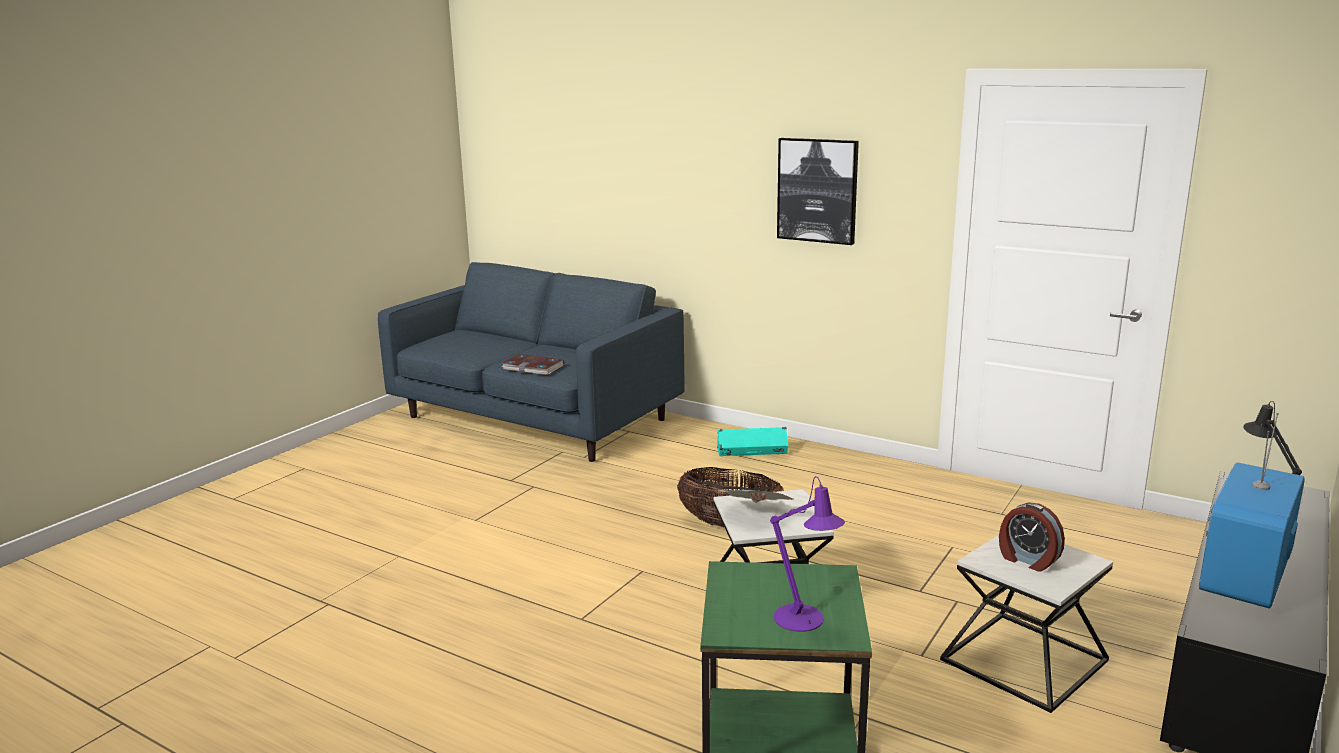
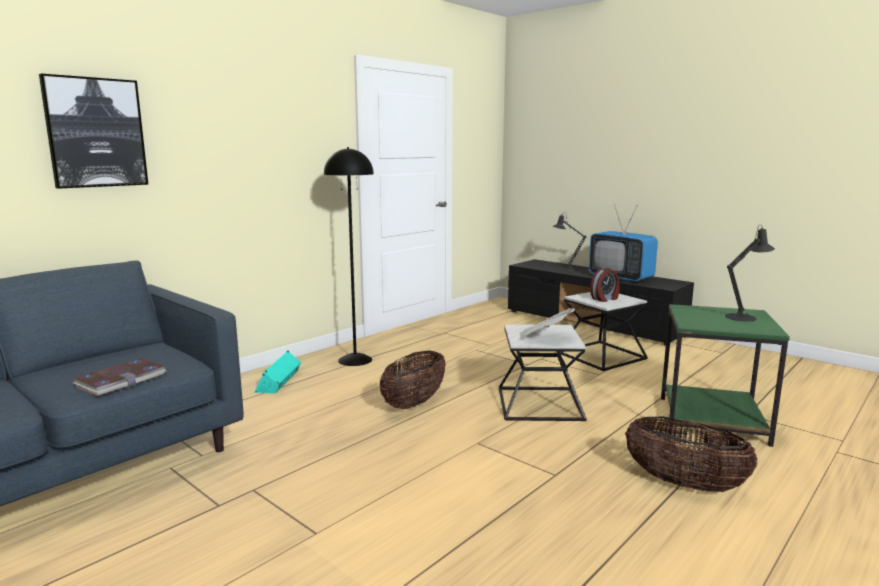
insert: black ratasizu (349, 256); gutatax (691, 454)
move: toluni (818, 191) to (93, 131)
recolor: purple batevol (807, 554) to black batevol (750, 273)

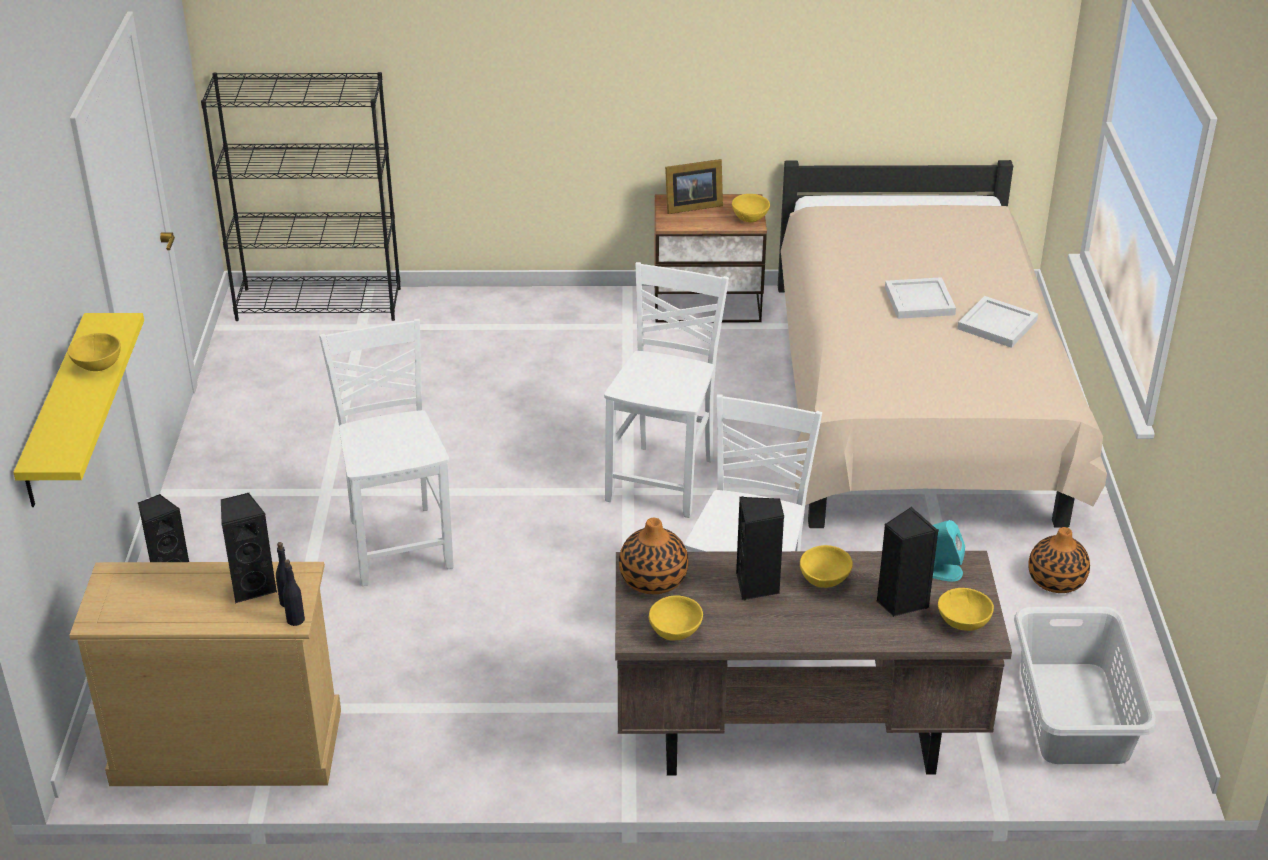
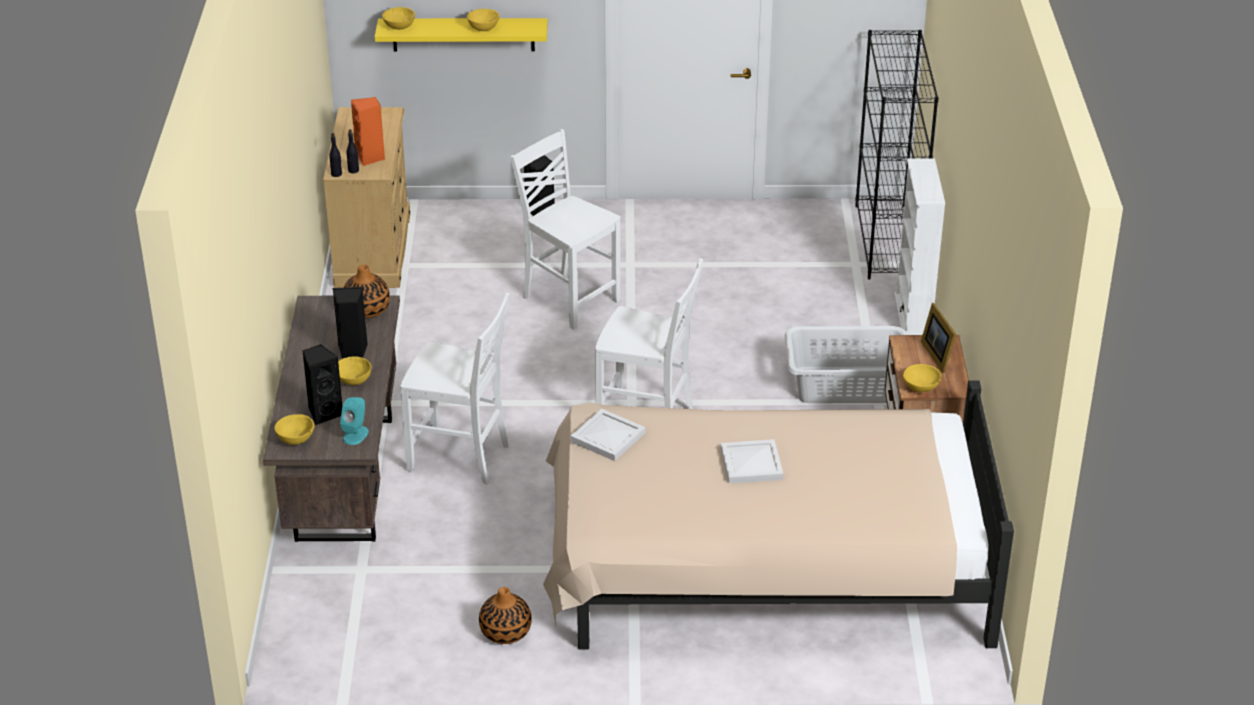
insert: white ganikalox (920, 247)
move: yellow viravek (676, 618) to (398, 18); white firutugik (997, 322) to (607, 435); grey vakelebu (1085, 685) to (846, 364)
recolor: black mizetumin (249, 548) to orange mizetumin (368, 131)
rotate: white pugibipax (386, 452) = (565, 229) 120 degrees counterclockwise

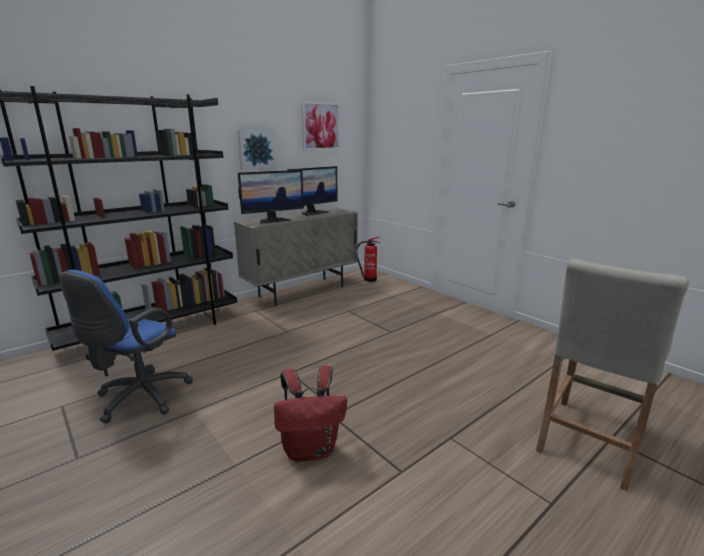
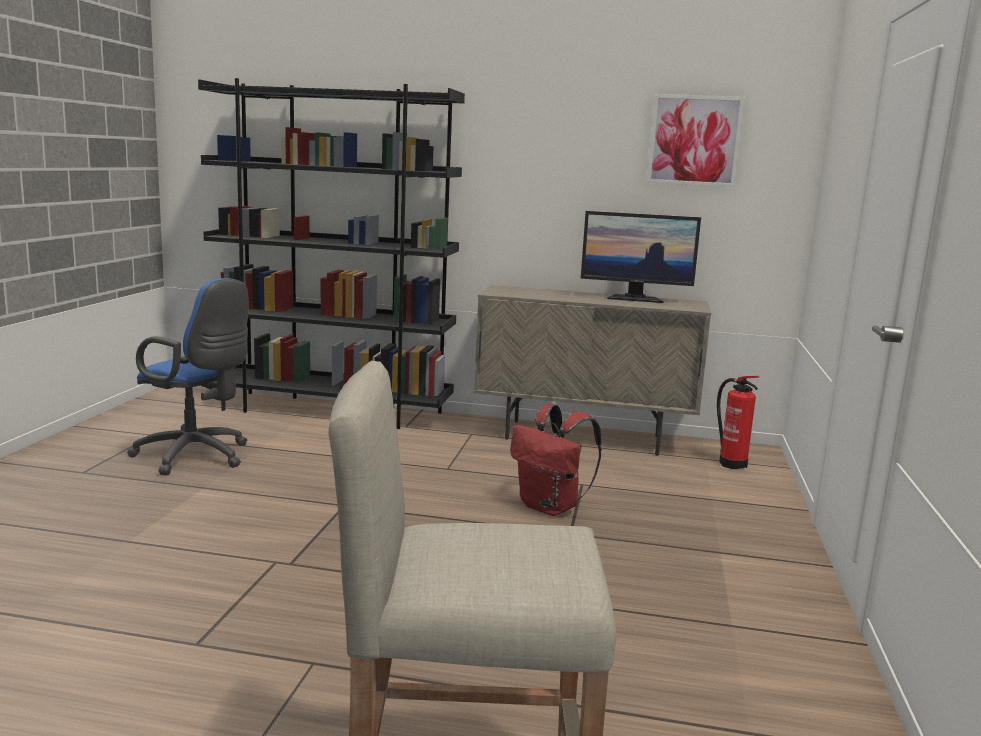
delete: toluni (256, 149); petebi (271, 197)
move: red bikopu (310, 414) to (556, 460)
rotate: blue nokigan (126, 346) = (188, 376) 135 degrees counterclockwise

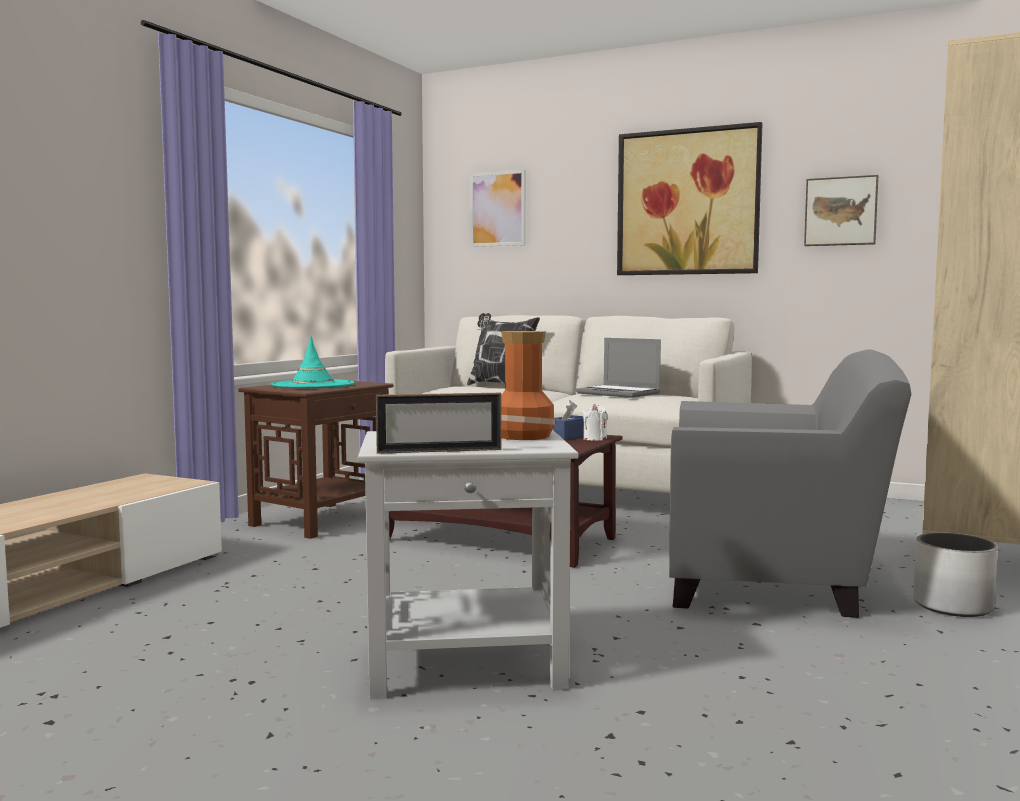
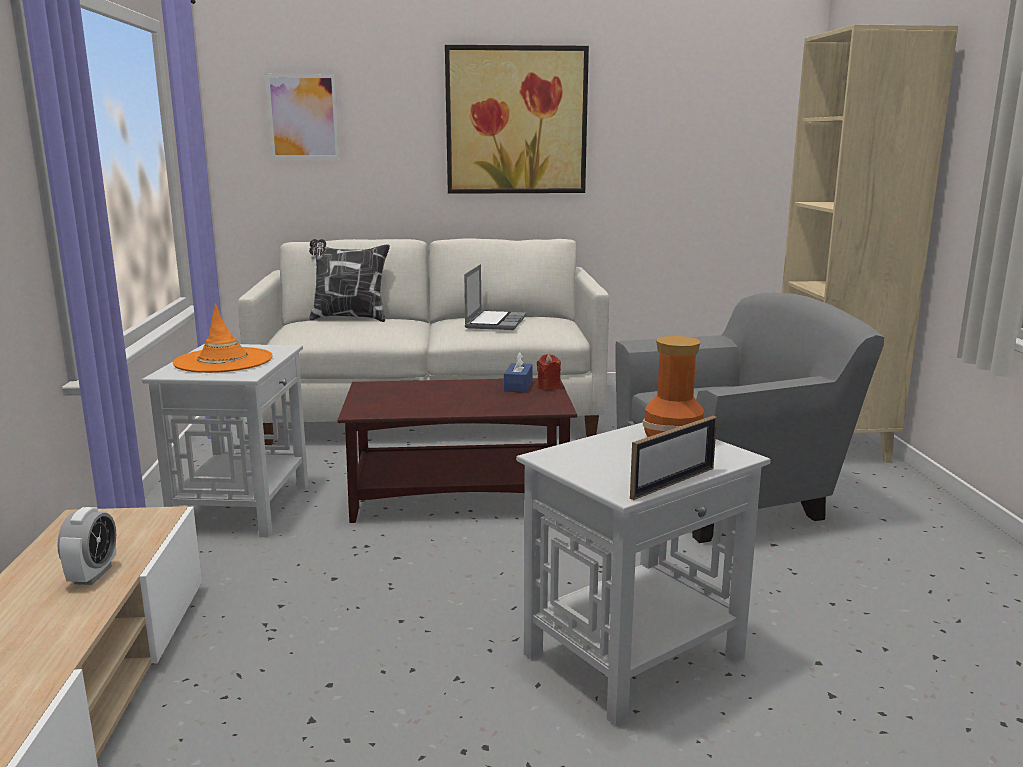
delete: toluni (841, 210); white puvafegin (955, 575)
insert: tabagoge (86, 546)
recolor: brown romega (315, 460) to white romega (225, 440); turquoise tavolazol (312, 362) to orange tavolazol (223, 338); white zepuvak (595, 422) to red zepuvak (549, 372)
rotate: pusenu (618, 368) = (495, 297) 90 degrees counterclockwise

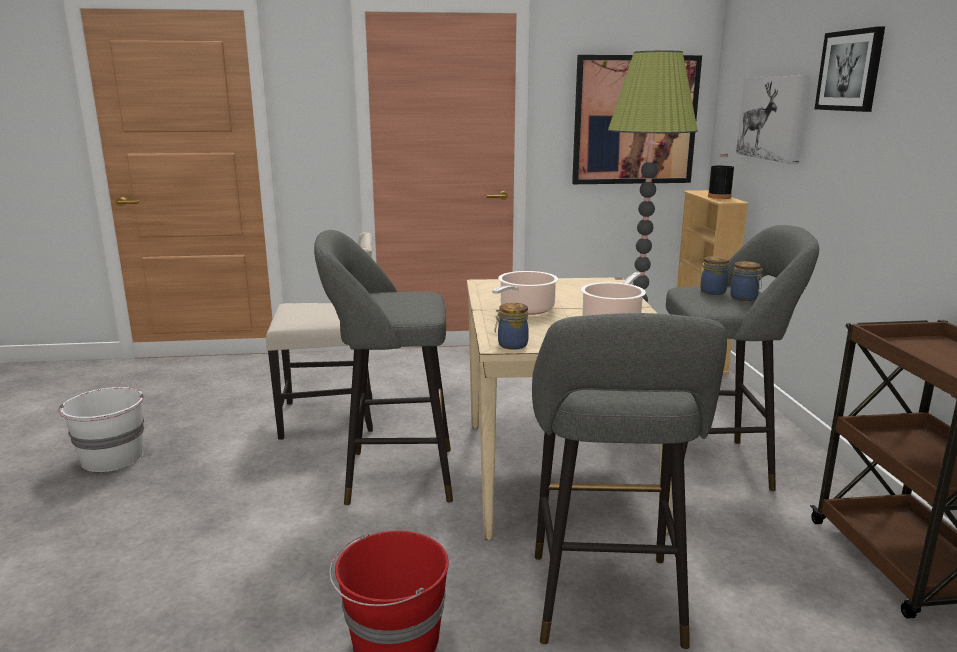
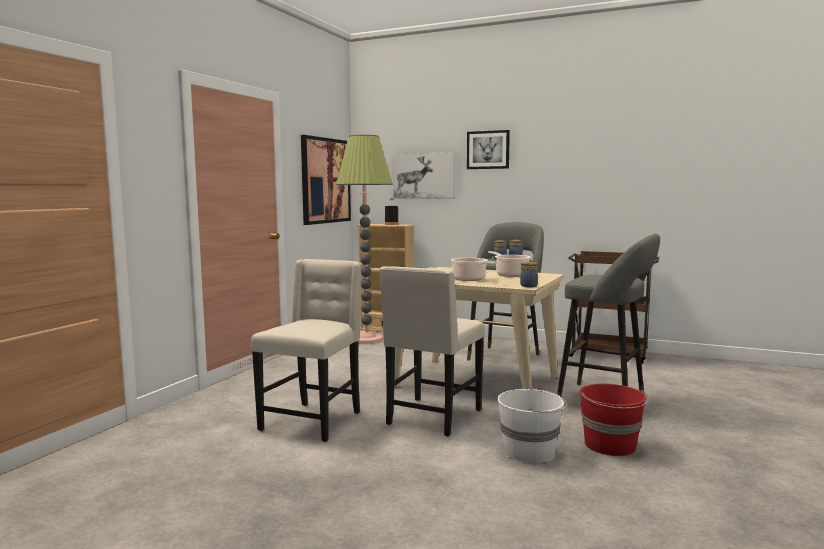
move: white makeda (101, 429) to (532, 425)
replace: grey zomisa (383, 367) to beige pugibipax (432, 351)

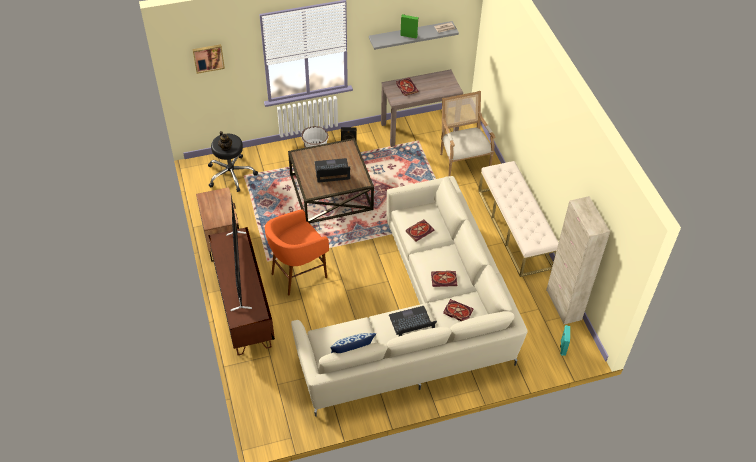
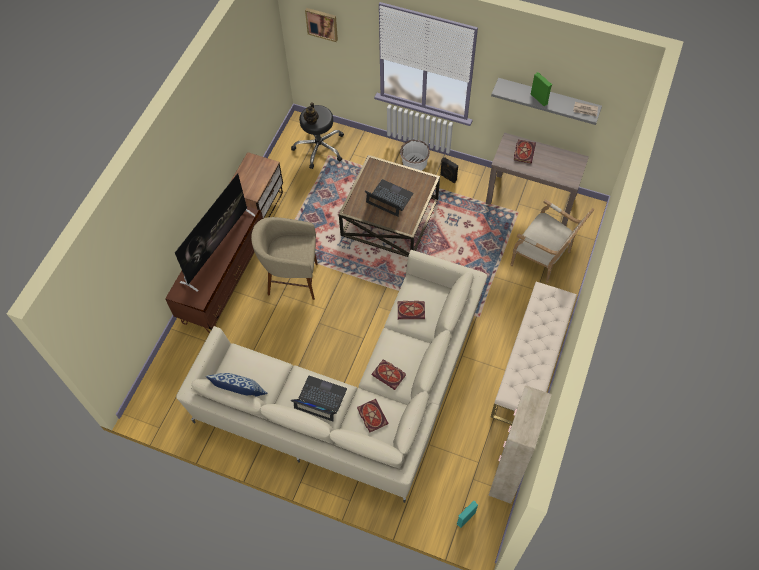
recolor: orange zomisa (297, 252) to beige zomisa (284, 258)
rotate: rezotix (468, 134) = (553, 241) 105 degrees clockwise

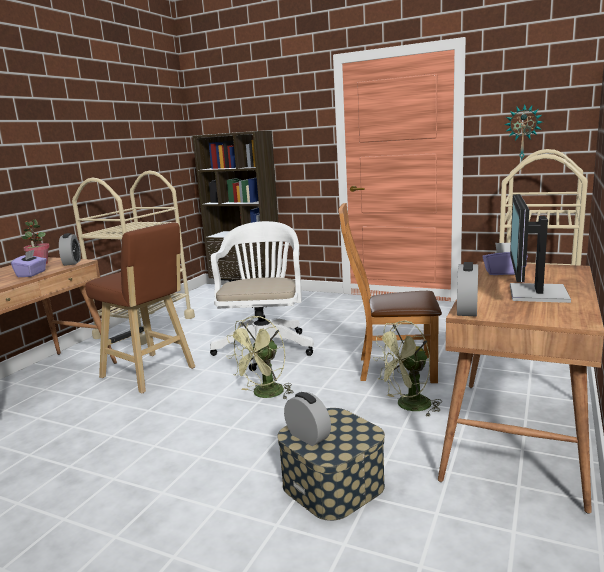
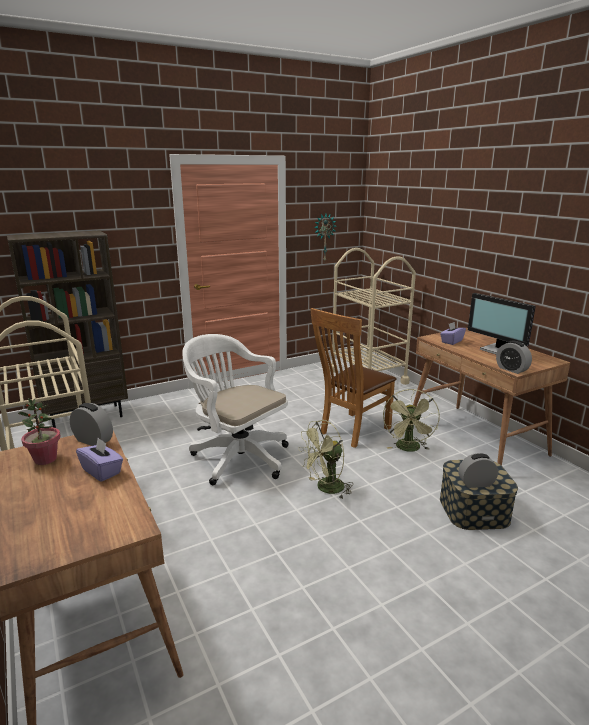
delete: brown zomisa (140, 308)
rotate: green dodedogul (260, 358) = (326, 459) 75 degrees clockwise

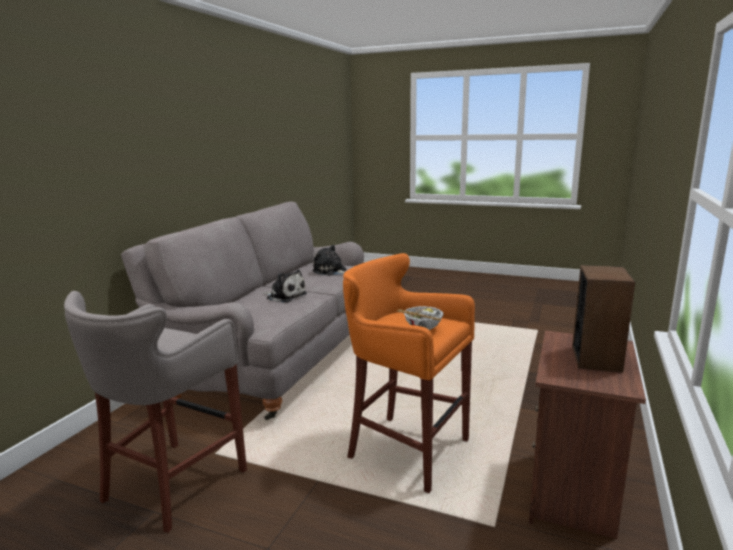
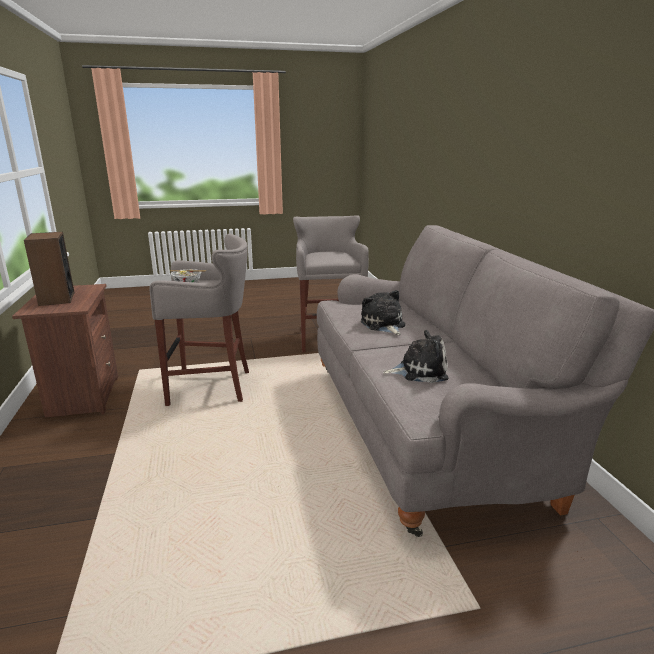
recolor: orange zomisa (409, 373) to grey zomisa (199, 320)
rotate: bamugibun (285, 286) = (383, 312) 75 degrees clockwise

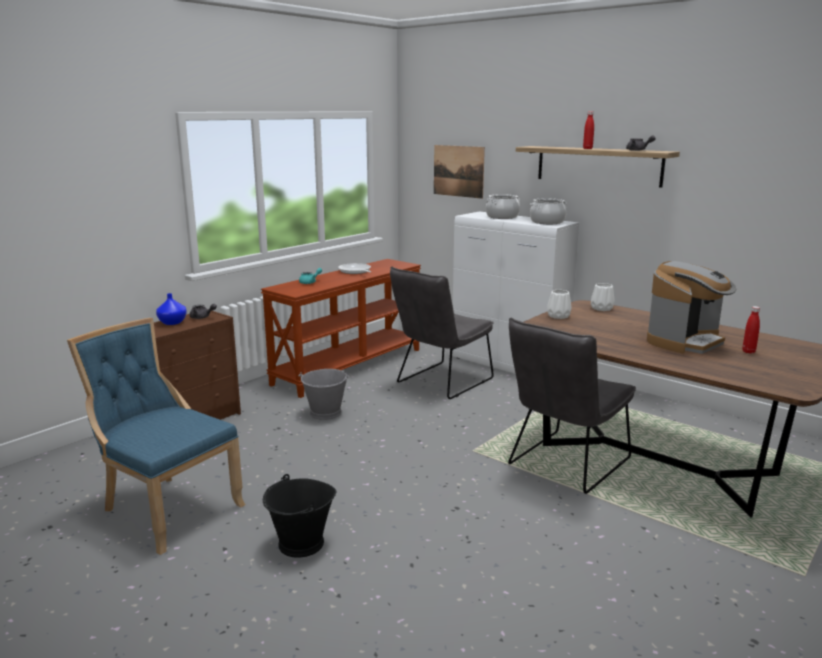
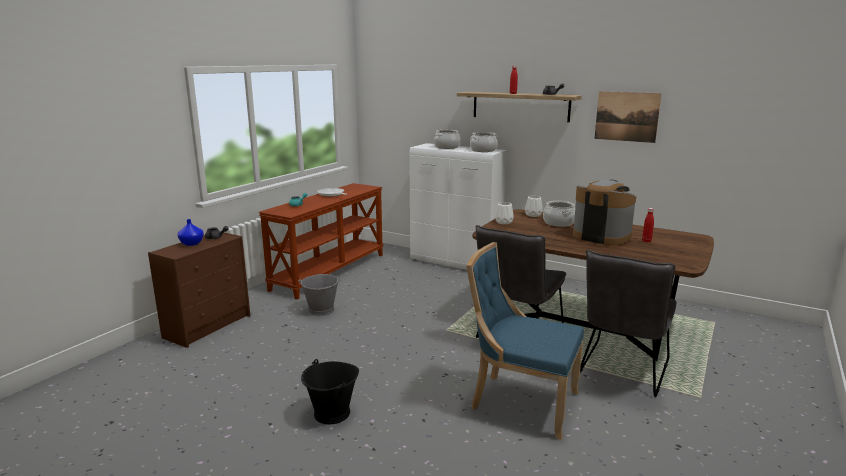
insert: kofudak (559, 214)
move: blue pugibipax (156, 436) to (525, 341); grey pugibipax (442, 332) to (628, 323); toluni (459, 172) to (628, 117)
rotate: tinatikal (691, 307) = (604, 212) 90 degrees counterclockwise

